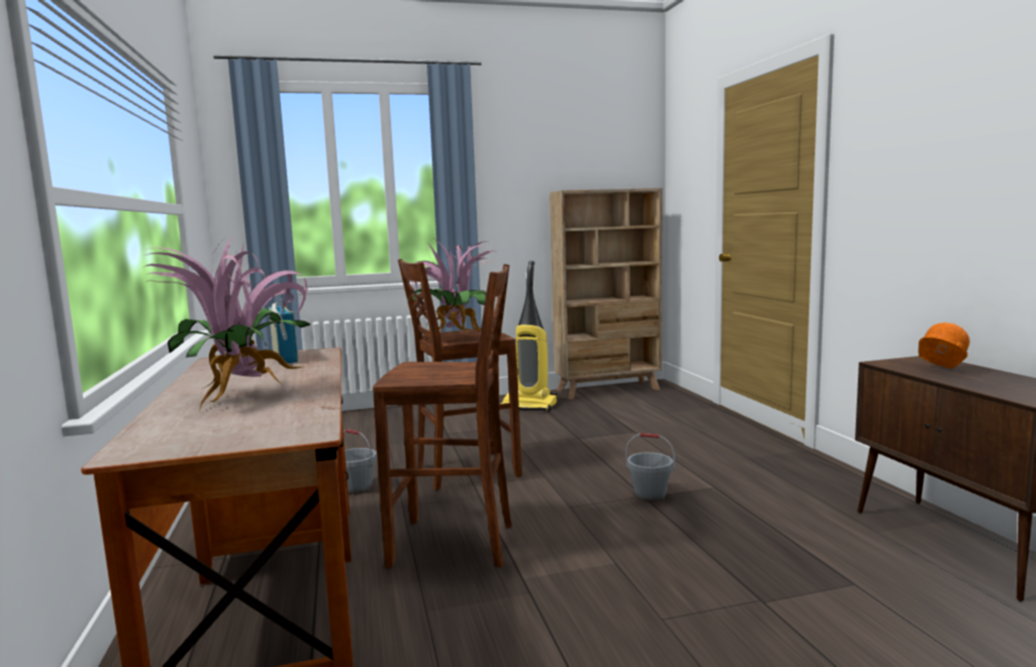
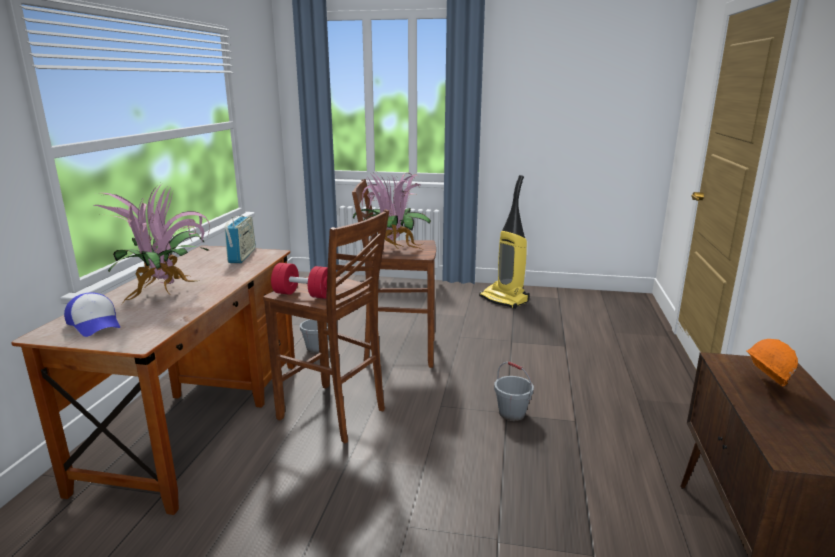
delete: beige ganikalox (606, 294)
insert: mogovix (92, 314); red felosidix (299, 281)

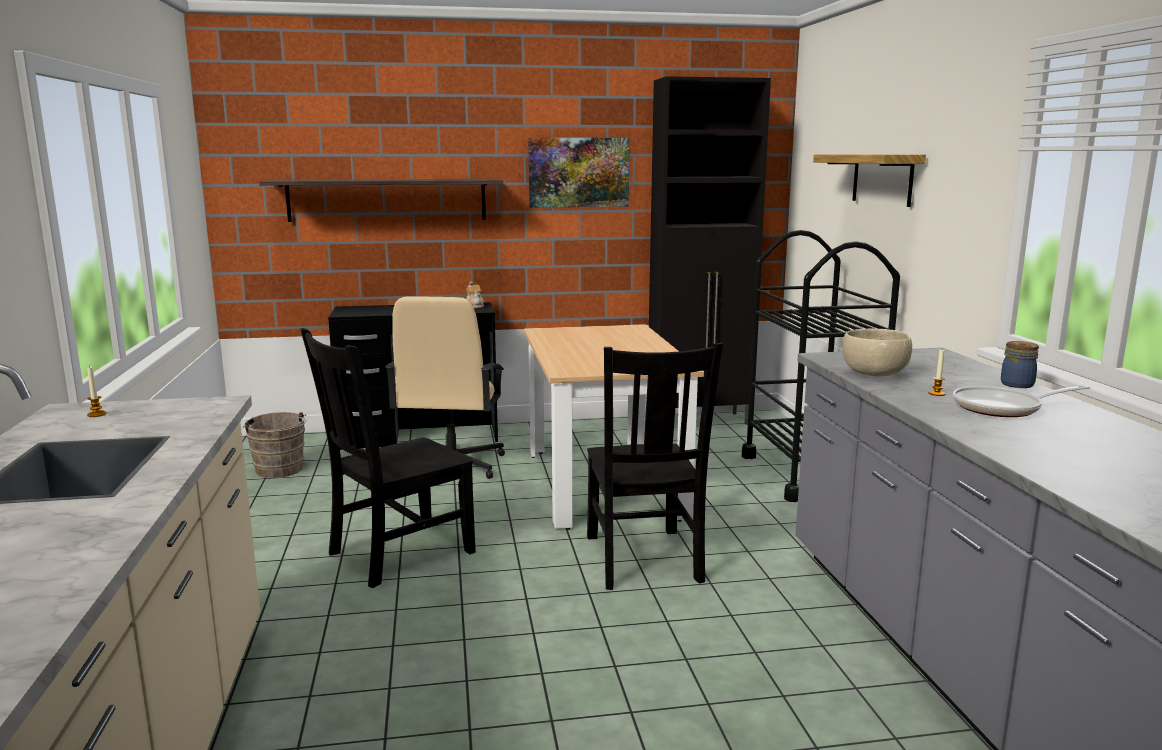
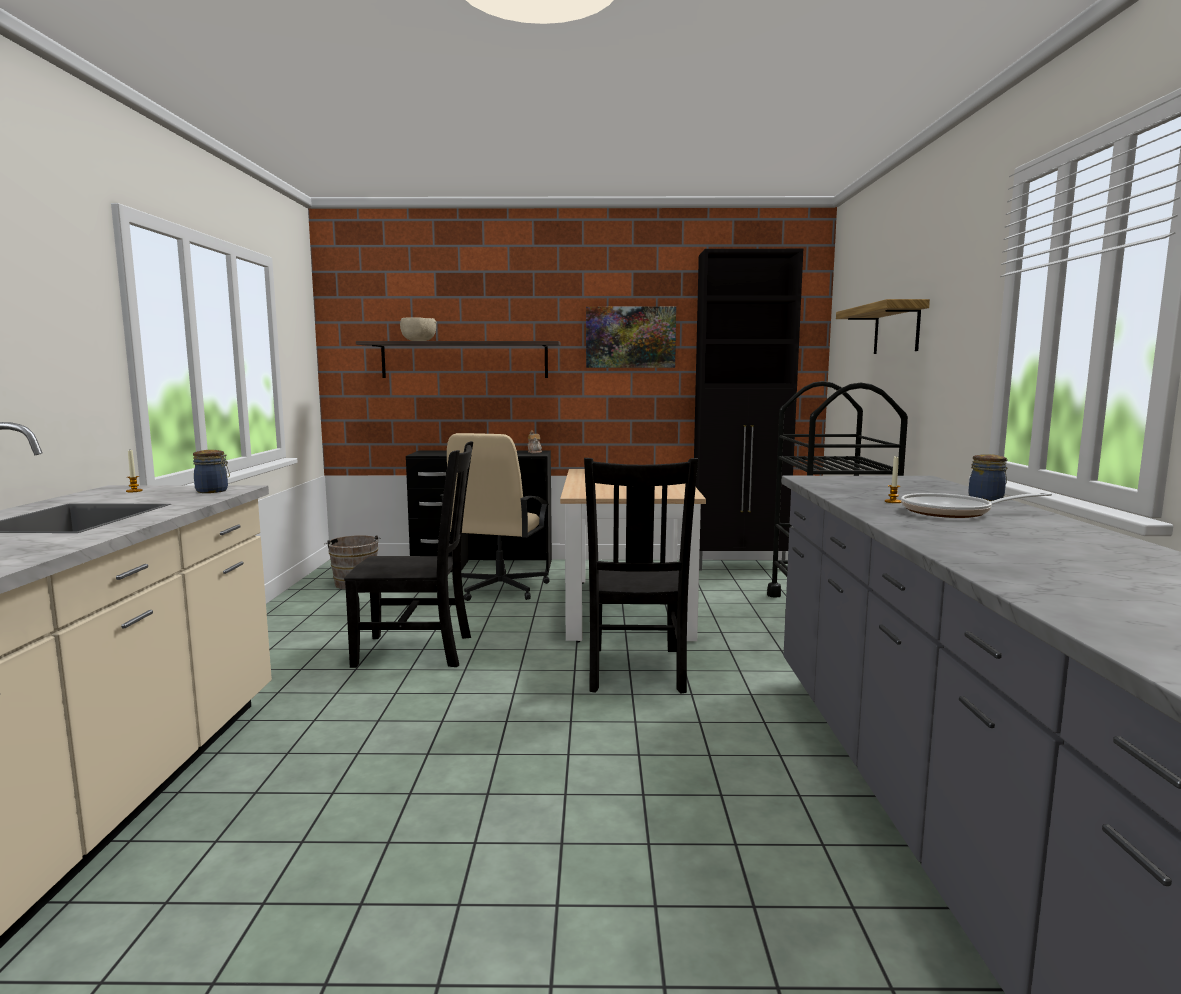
insert: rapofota (211, 471)
move: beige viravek (877, 352) to (418, 329)
rotate: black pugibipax (388, 458) = (408, 554) 150 degrees counterclockwise

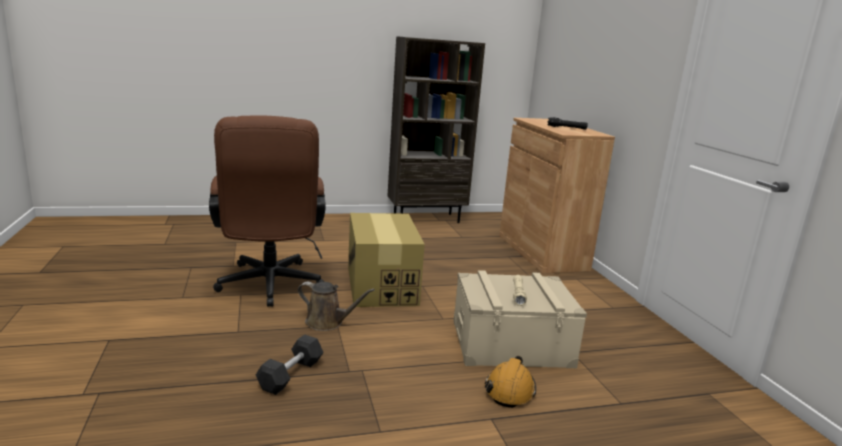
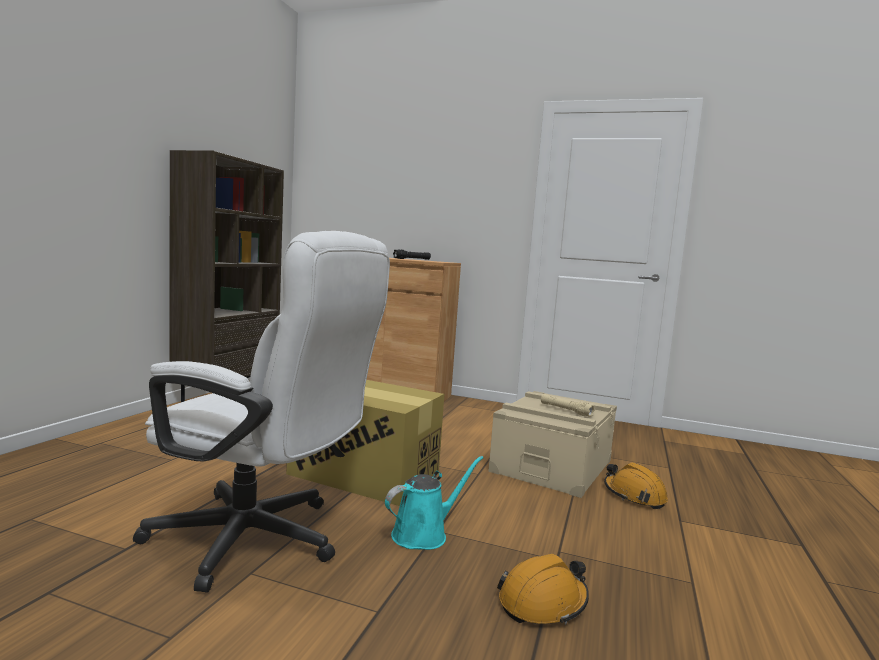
replace: grey felosidix (290, 364) to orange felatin (543, 589)
recolor: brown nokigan (267, 211) to white nokigan (261, 411); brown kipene (336, 306) to turquoise kipene (434, 503)

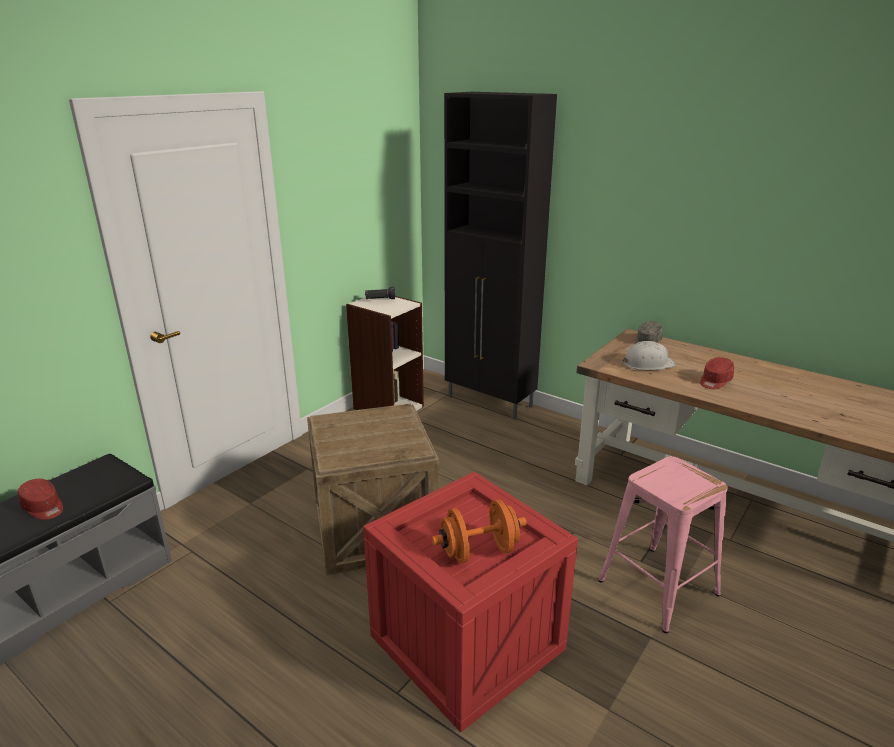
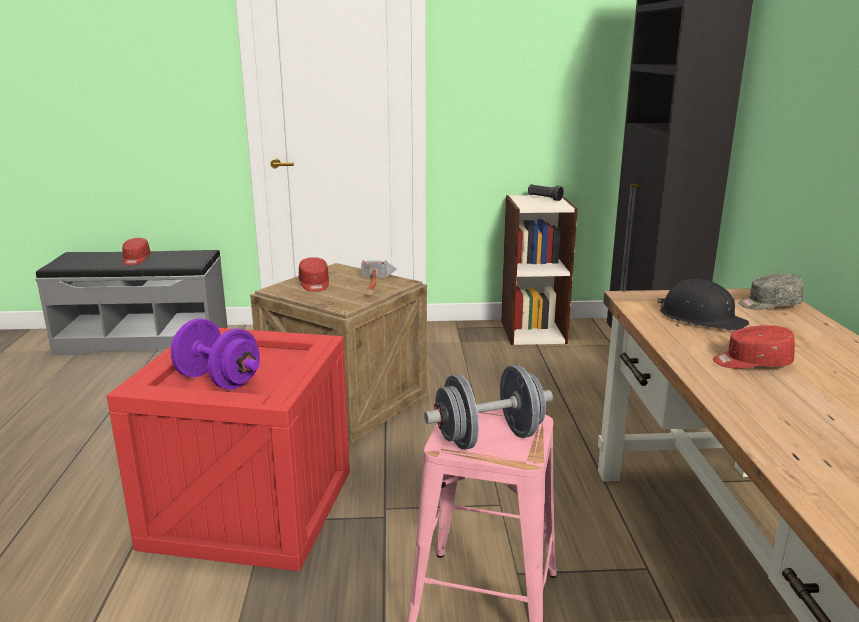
insert: red mogovix (314, 274); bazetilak (379, 277); grey felosidix (488, 407)
recolor: orange felosidix (479, 531) to purple felosidix (215, 354); white felatin (649, 356) to black felatin (703, 305)

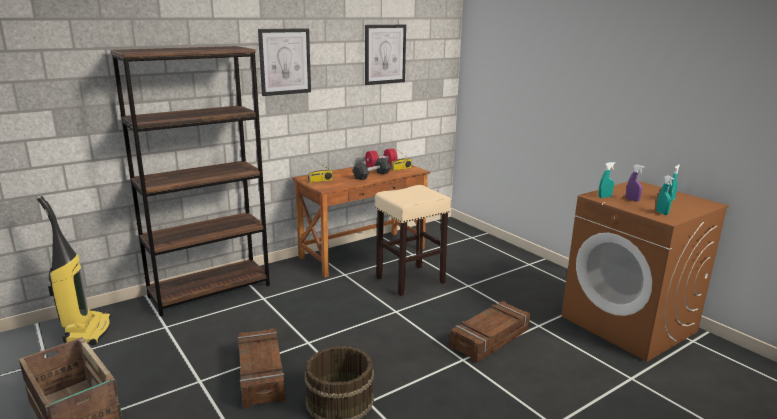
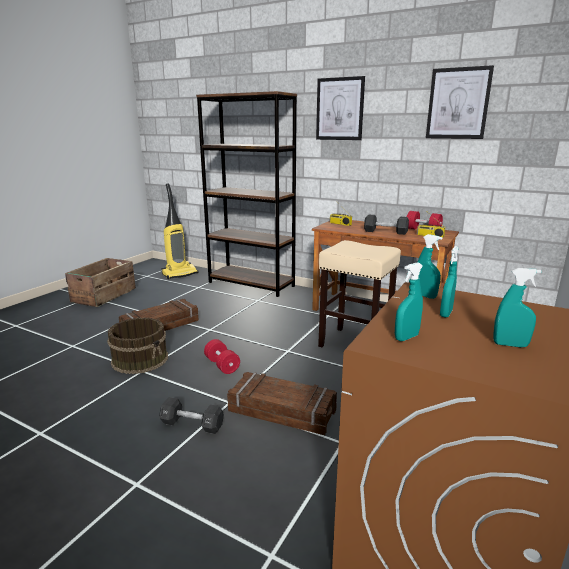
insert: black felosidix (191, 415); red felosidix (222, 356)
recolor: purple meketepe (635, 183) to turquoise meketepe (449, 282)

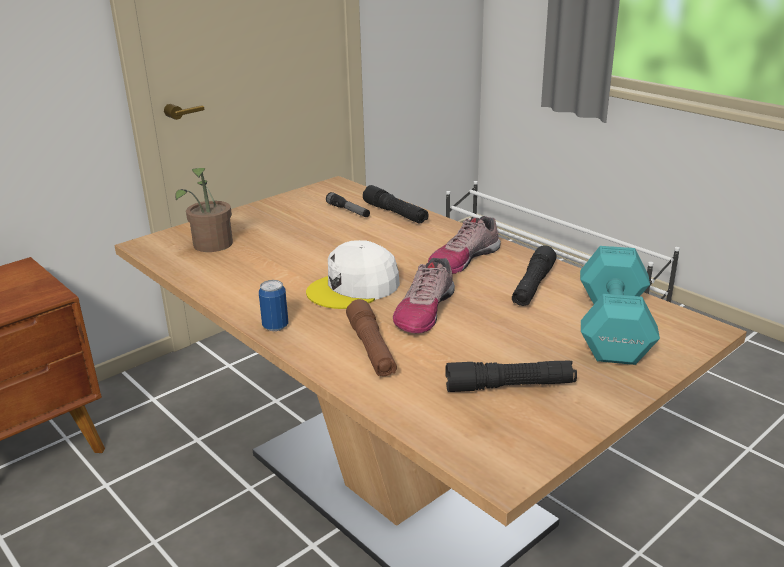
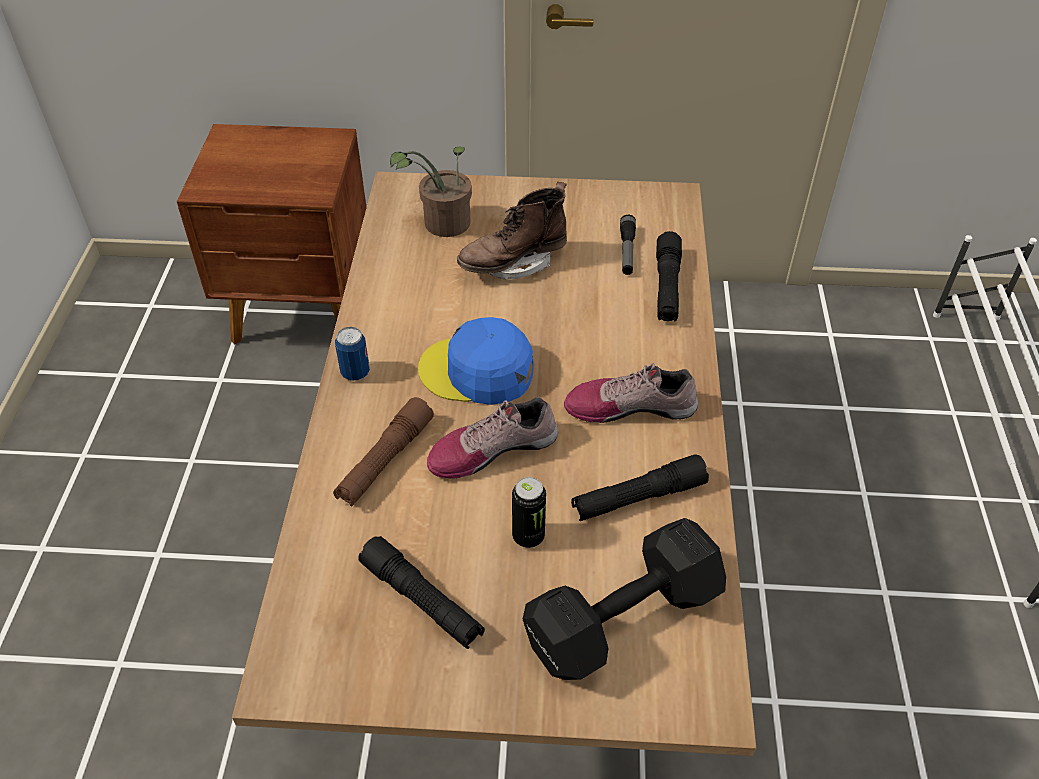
insert: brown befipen (512, 231); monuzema (529, 512)
recolor: white mogovix (353, 274) to blue mogovix (476, 361); turquoise felosidix (620, 305) to black felosidix (624, 599)

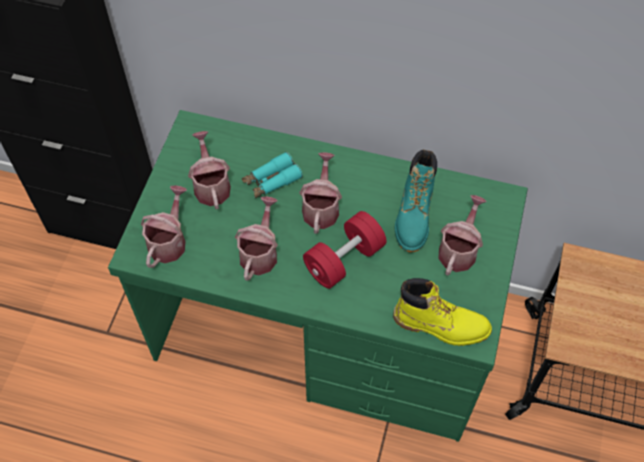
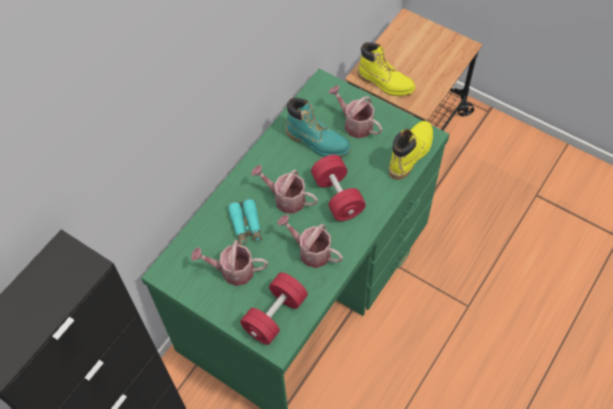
insert: yellow befipen (386, 69)
replace: kipene (164, 227) to red felosidix (274, 308)

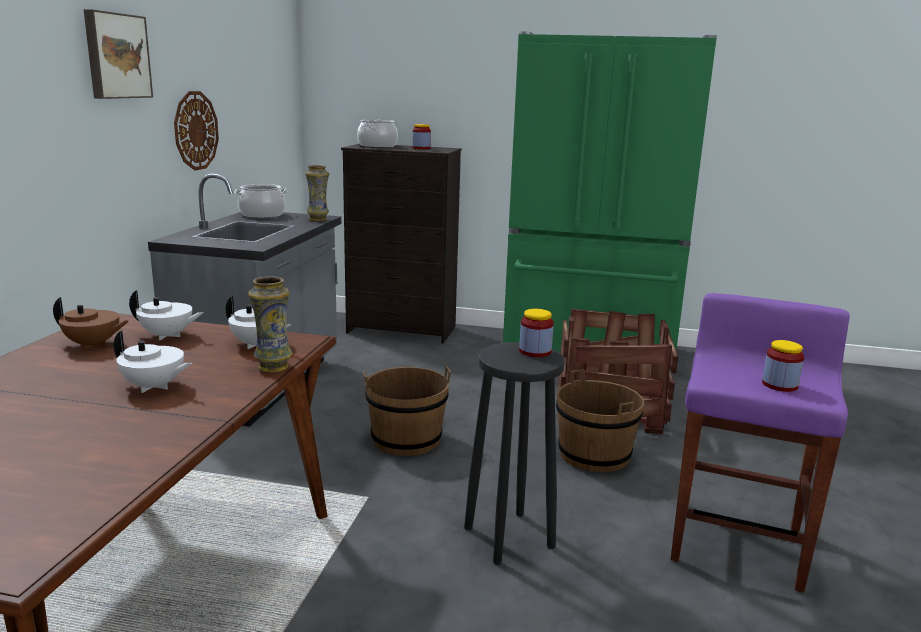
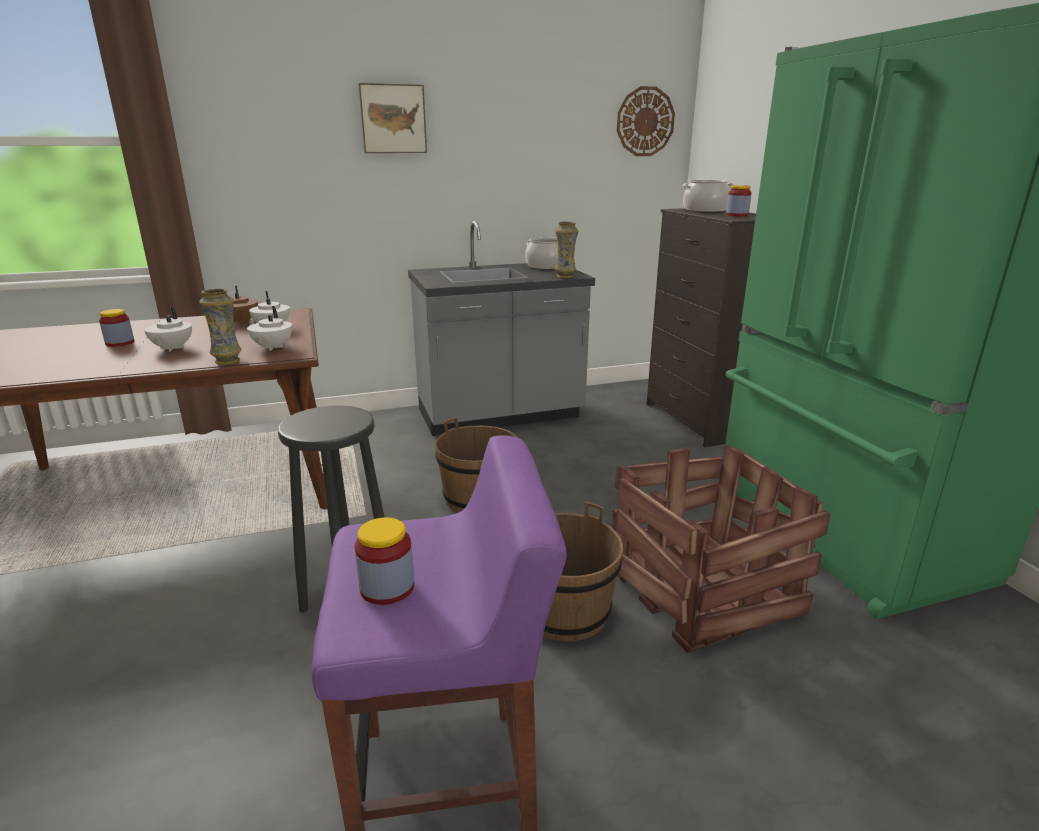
move: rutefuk (196, 131) to (646, 121); rapofota (536, 333) to (116, 328)

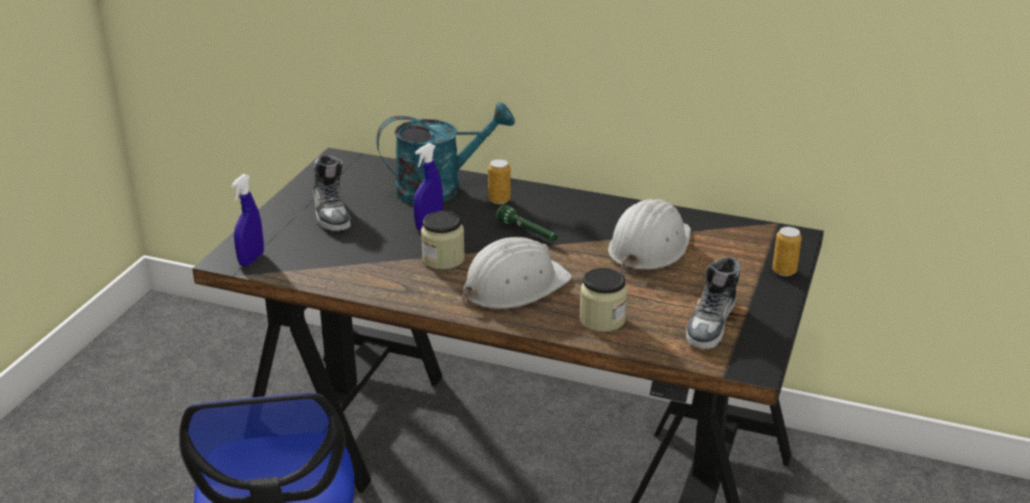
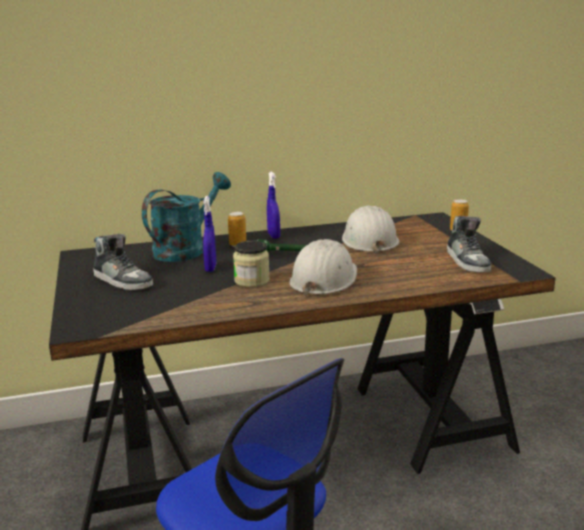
delete: rapofota (603, 300)
move: blue meketepe (247, 220) to (273, 205)

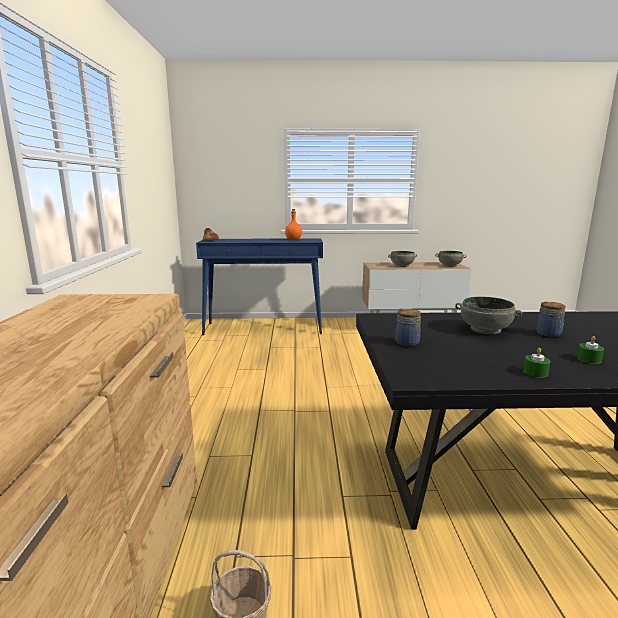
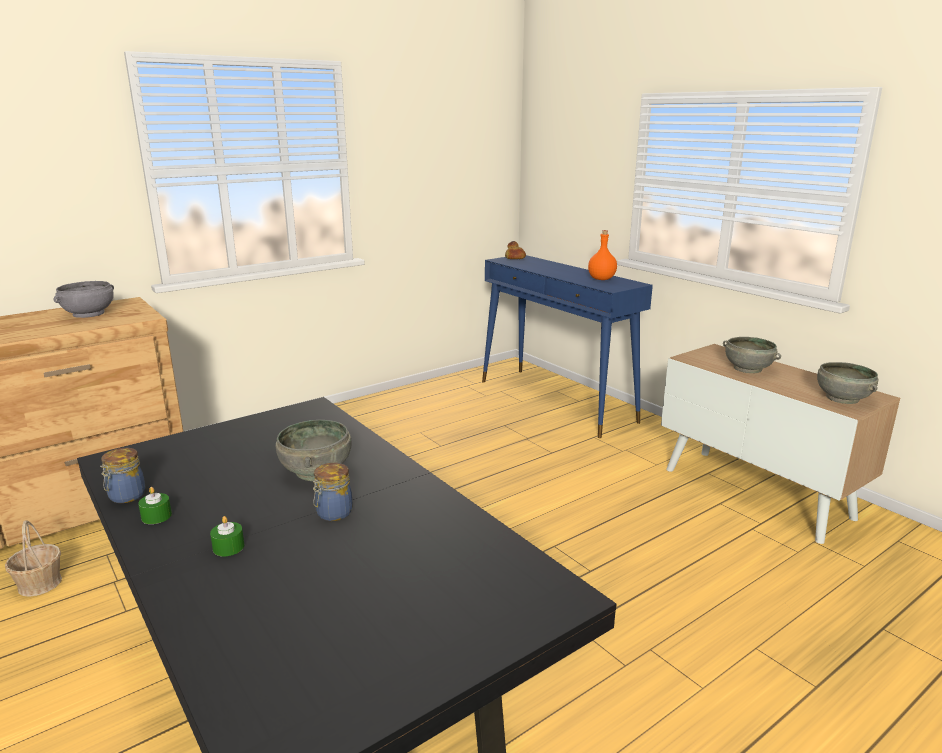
insert: grey viravek (84, 299)
move: rapofota (408, 327) to (122, 475)

